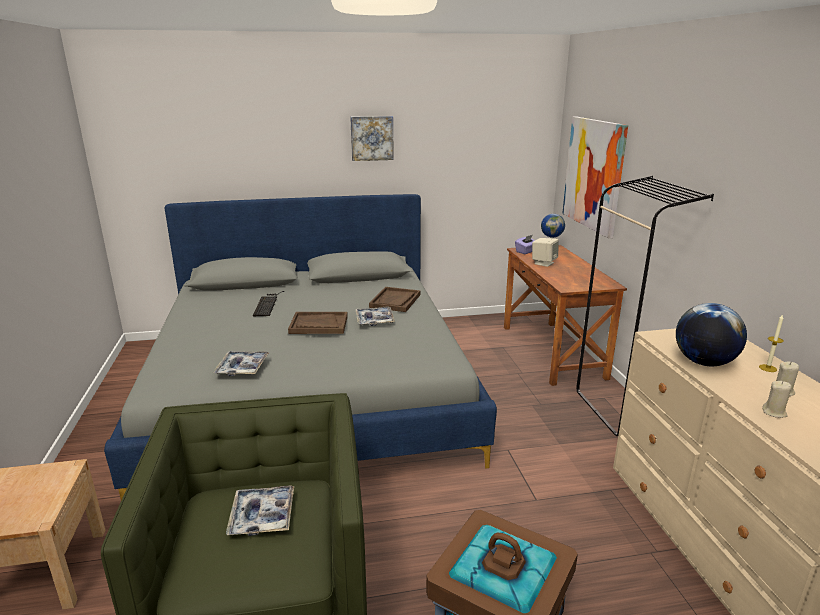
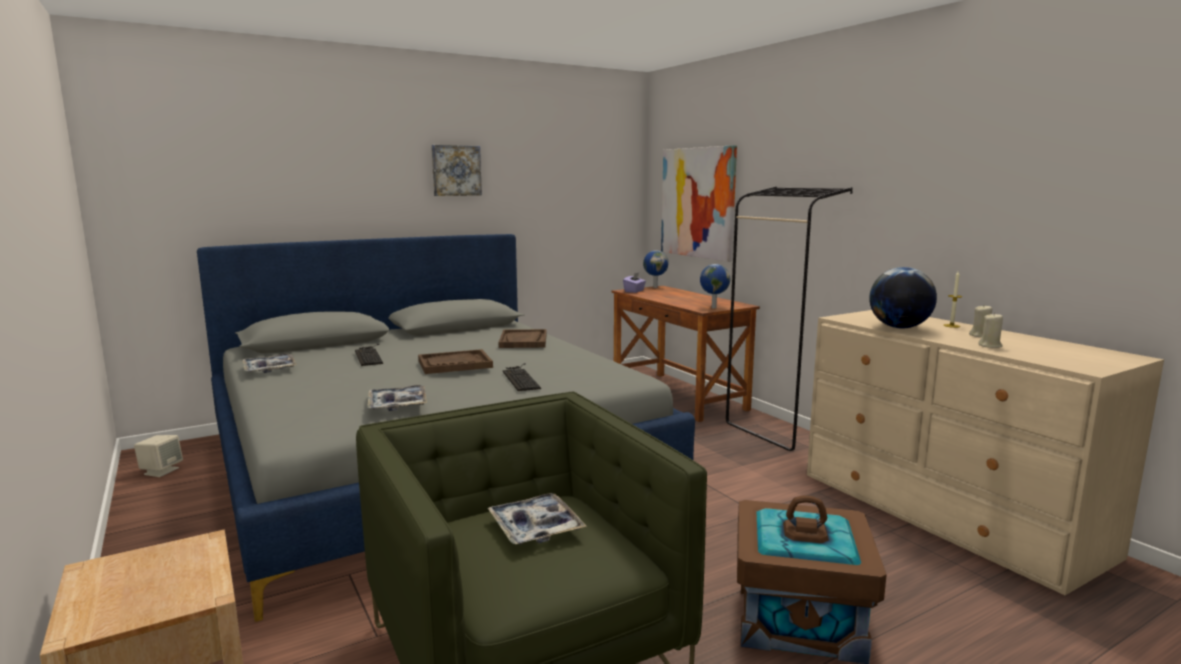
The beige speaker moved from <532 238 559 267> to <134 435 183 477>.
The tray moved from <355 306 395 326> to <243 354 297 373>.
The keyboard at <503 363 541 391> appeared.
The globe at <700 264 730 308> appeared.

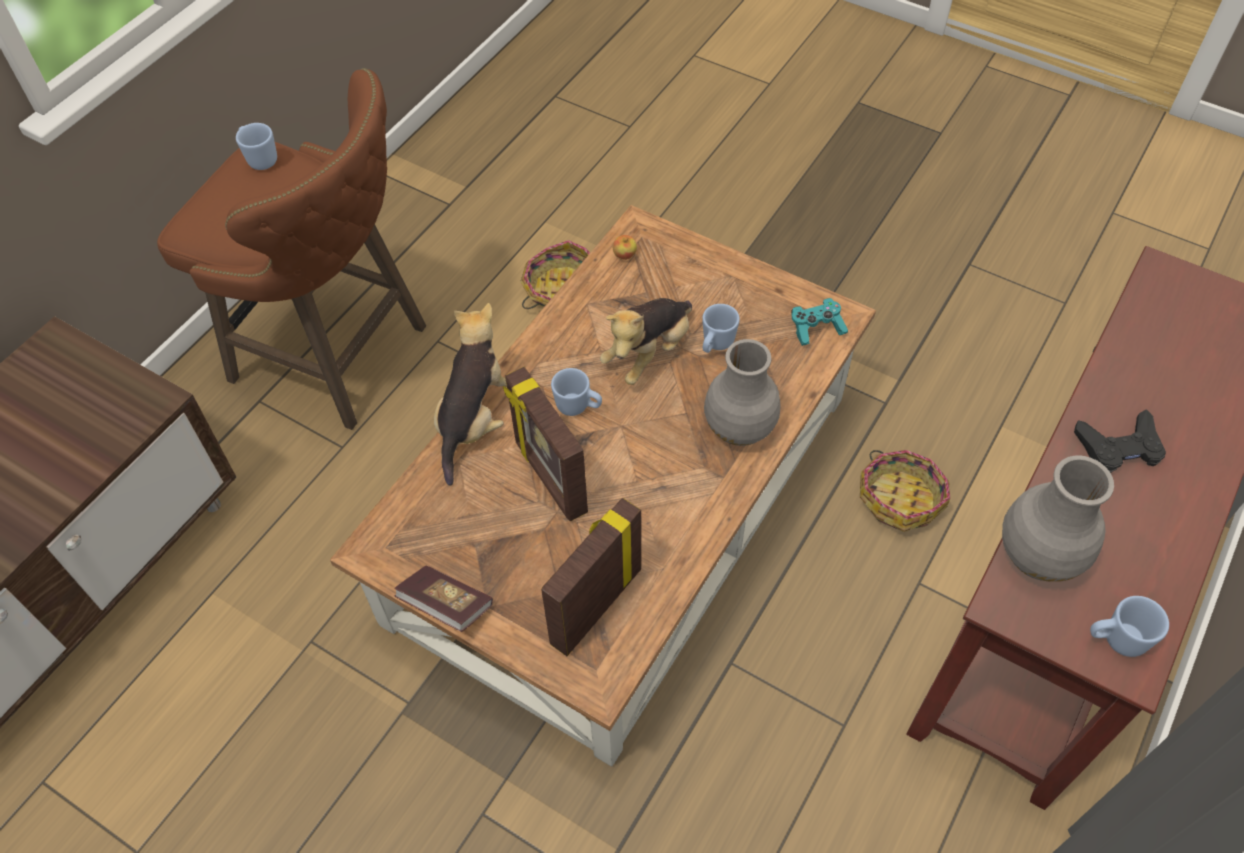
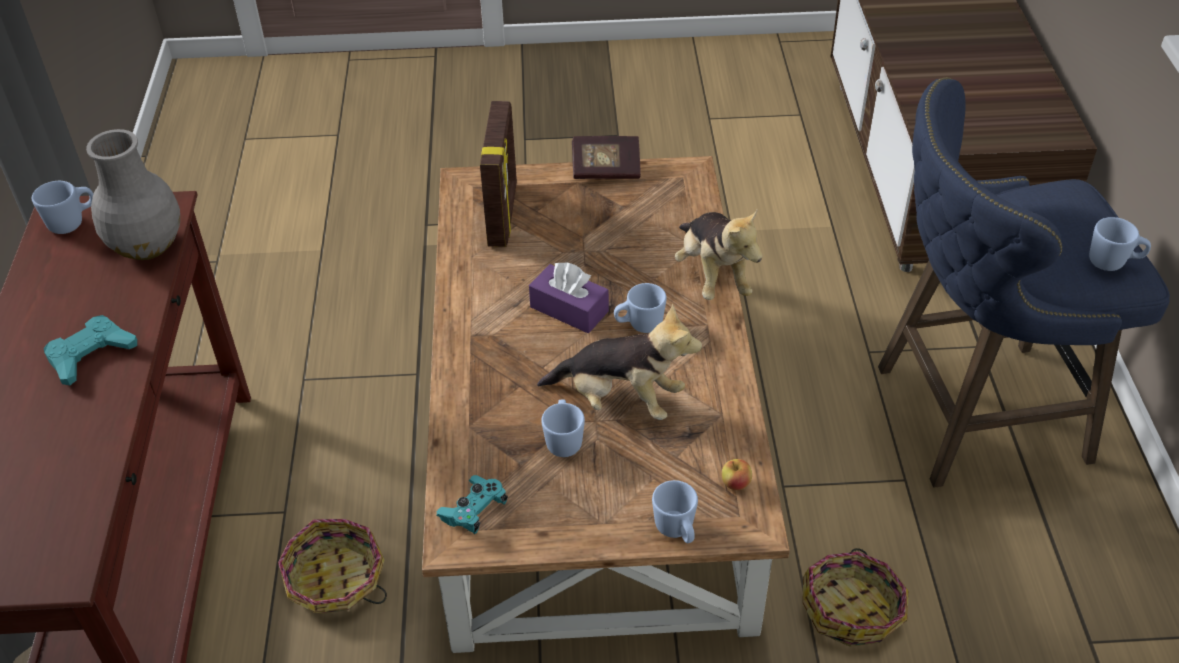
The black game controller at <1074 409 1166 473> became the turquoise game controller at <44 315 137 385>.
The purple tissue box at <529 262 609 333> appeared.
The plush toy at <600 298 692 385> turned 105 degrees clockwise.
The blue mug at <652 480 698 543> appeared.
The brown stool at <157 68 426 430> became the blue stool at <878 77 1170 488>.
The picture frame at <503 367 588 521> disappeared.
The grey vase at <704 339 780 446> disappeared.

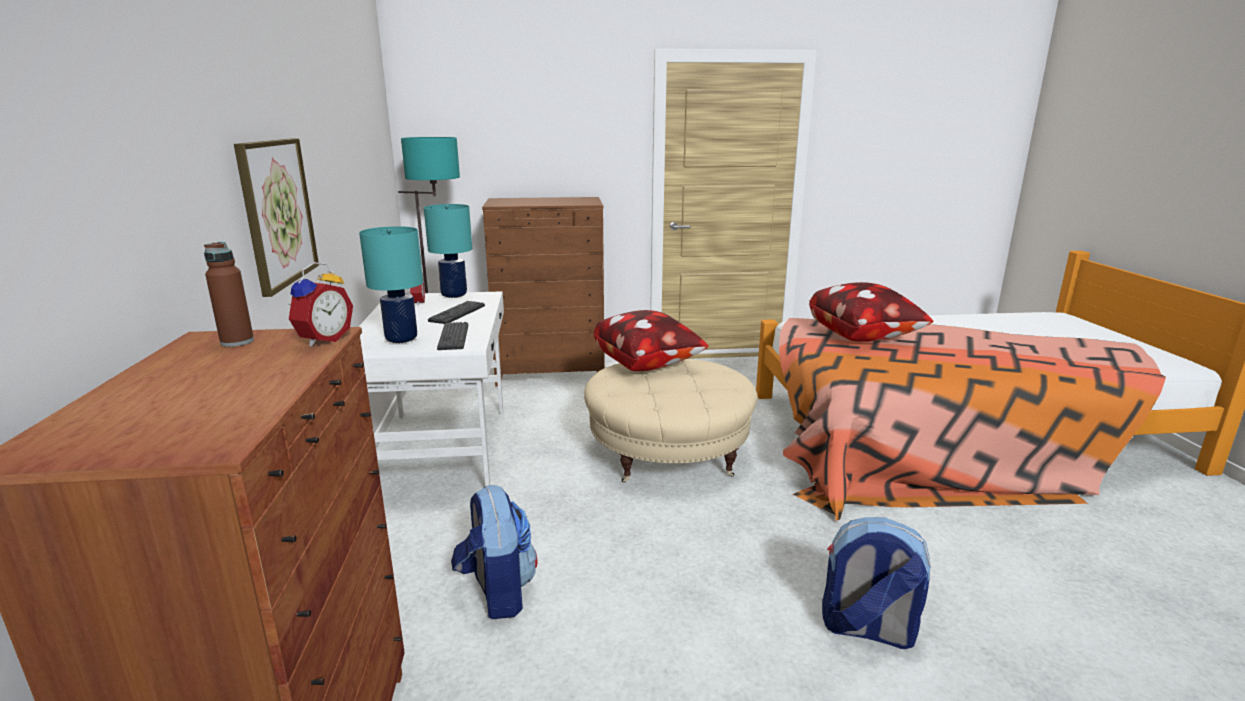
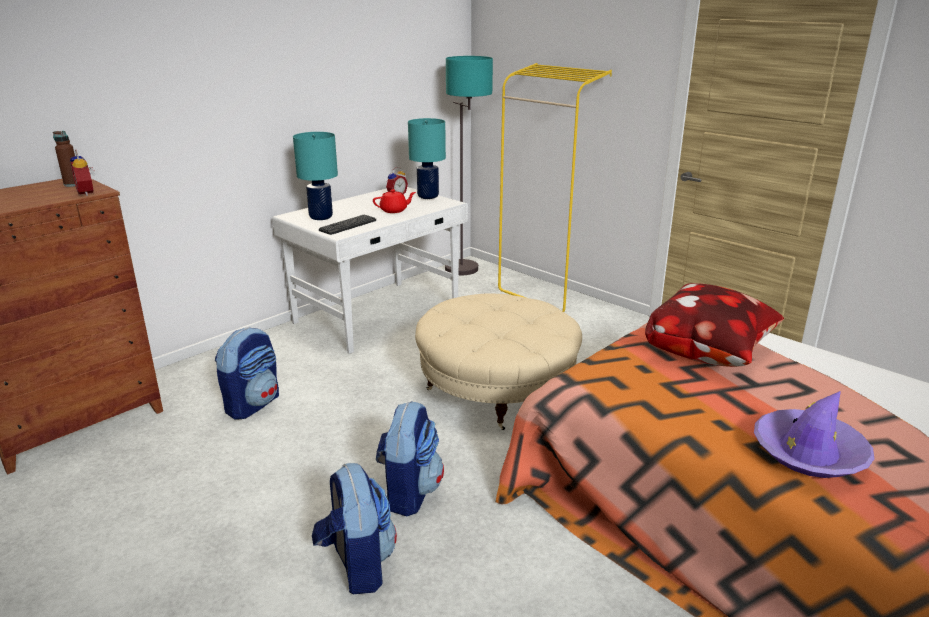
The alarm clock at <289 262 353 347> turned 75 degrees clockwise.
The keyboard at <428 301 485 324> was replaced by the red teapot at <373 189 416 213>.
The backpack at <376 401 444 516> appeared.
The brown dresser at <482 197 605 387> was replaced by the yellow clothes rack at <498 63 612 312>.
The purple hat at <754 391 875 478> appeared.
The picture at <234 138 319 297> disappeared.
The pillow at <594 310 709 371> disappeared.

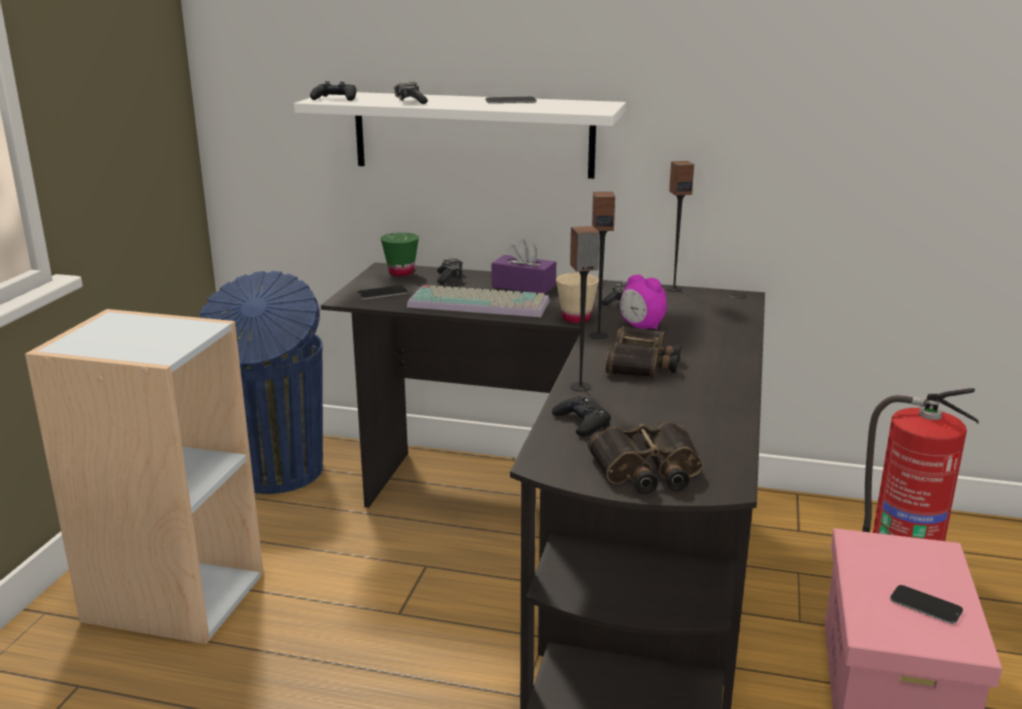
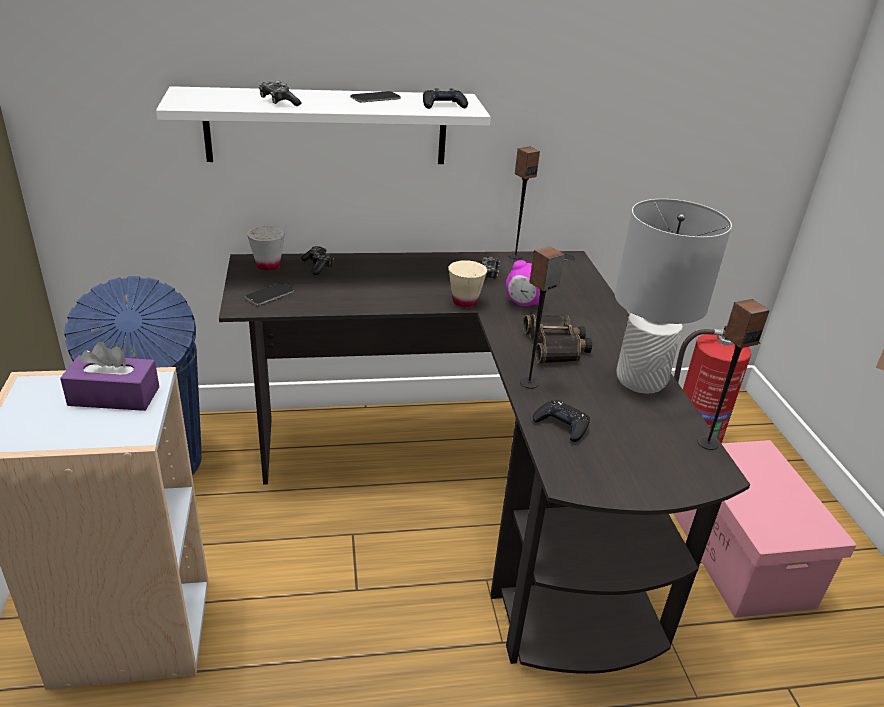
The purple tissue box moved from <492 239 556 294> to <60 342 159 411>.
The green cup at <381 233 419 276> became the white cup at <247 226 285 270>.
The black game controller moved from <310 81 356 101> to <423 88 468 109>.
The grey table lamp at <615 199 732 394> appeared.
The speaker moved from <590 192 615 339> to <697 299 769 450>.
The keyboard at <407 285 549 317> disappeared.
The binoculars at <588 422 703 494> disappeared.
The phone at <890 585 963 624> disappeared.

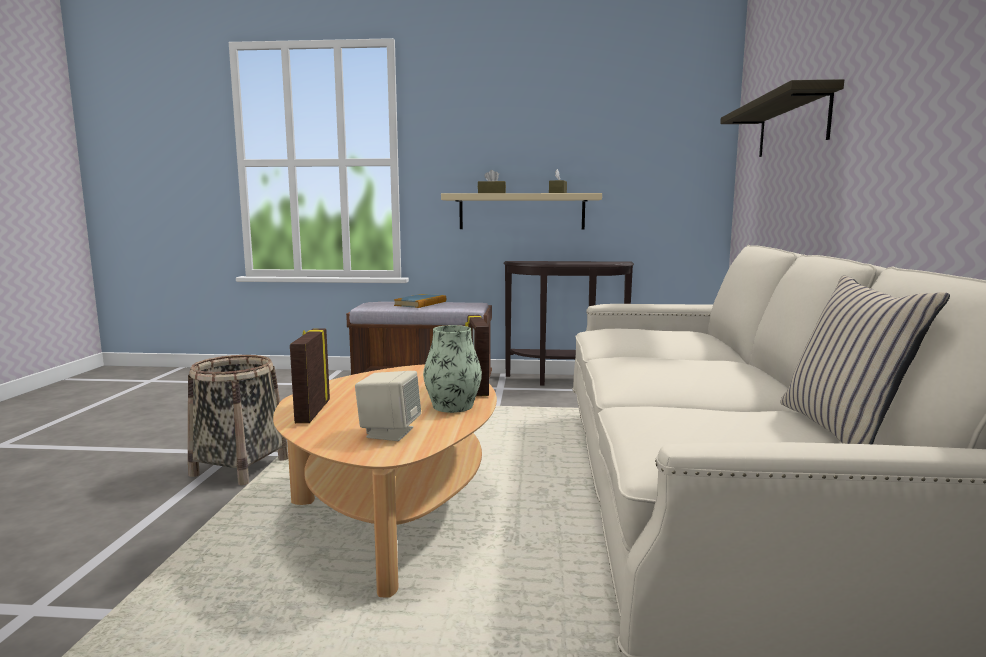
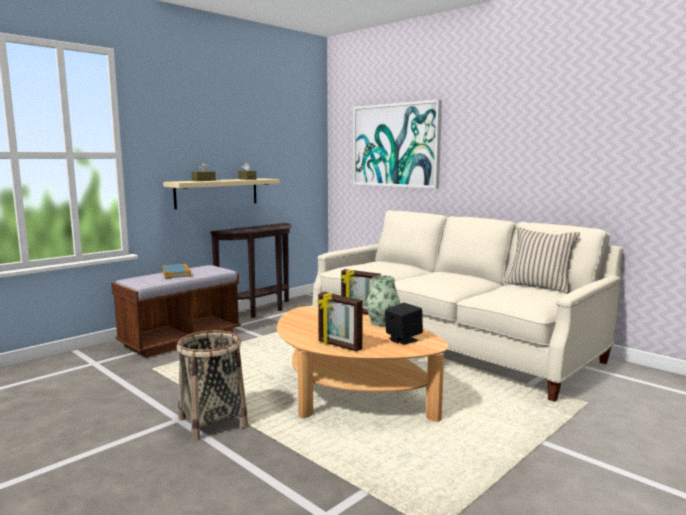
The shelf at <720 79 844 157> was replaced by the picture at <353 99 442 189>.
The beige speaker at <355 371 421 441> became the black speaker at <385 303 423 344>.

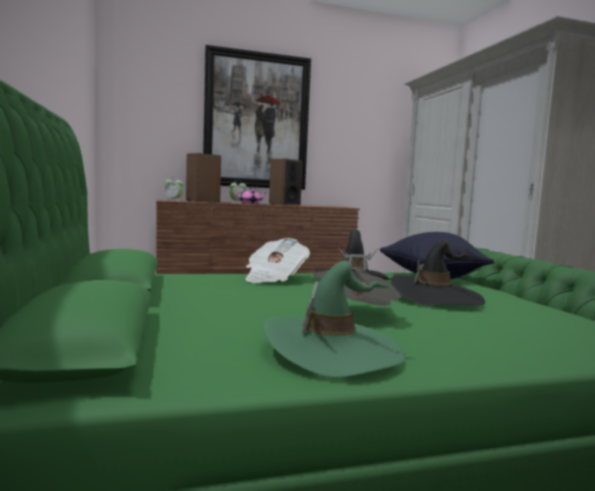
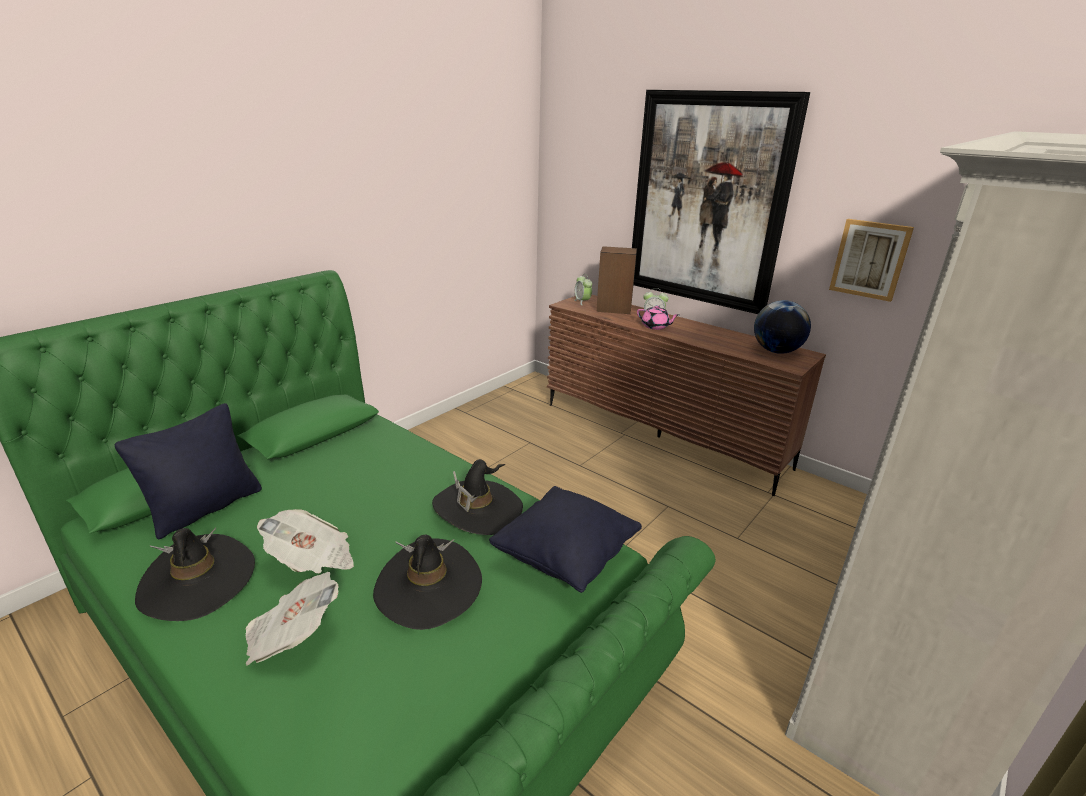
The black pillow at <115 403 262 539> appeared.
The green hat at <263 261 406 377> became the black hat at <135 528 255 621>.
The newspaper moved from <246 238 310 283> to <245 572 339 666>.
The globe at <754 300 811 354> appeared.
The picture at <829 219 914 302> appeared.
The speaker at <269 159 303 205> disappeared.

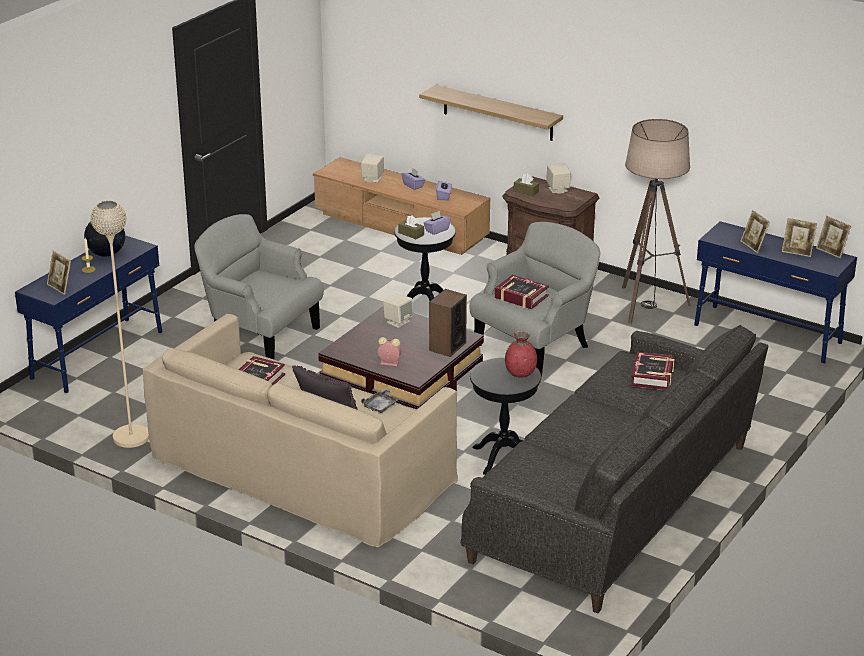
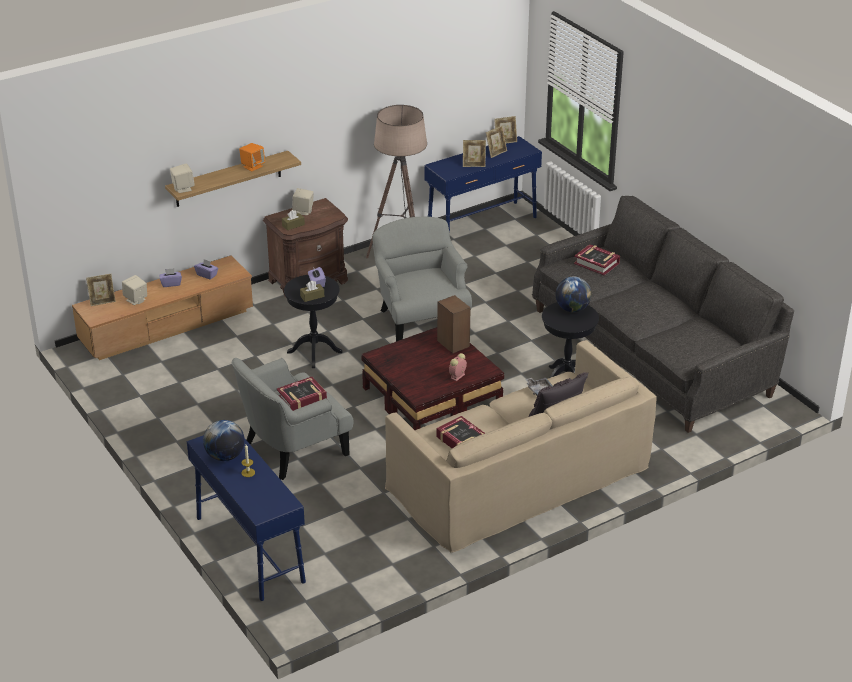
The picture frame moved from <47 251 71 295> to <86 274 116 306>.
The beige speaker moved from <383 294 413 328> to <170 163 195 193>.
The orange speaker at <239 143 265 172> appeared.
The book moved from <495 275 549 309> to <276 377 327 411>.
The red vase at <505 331 537 378> was replaced by the globe at <556 276 591 312>.
The beige floor lamp at <91 201 149 448> disappeared.

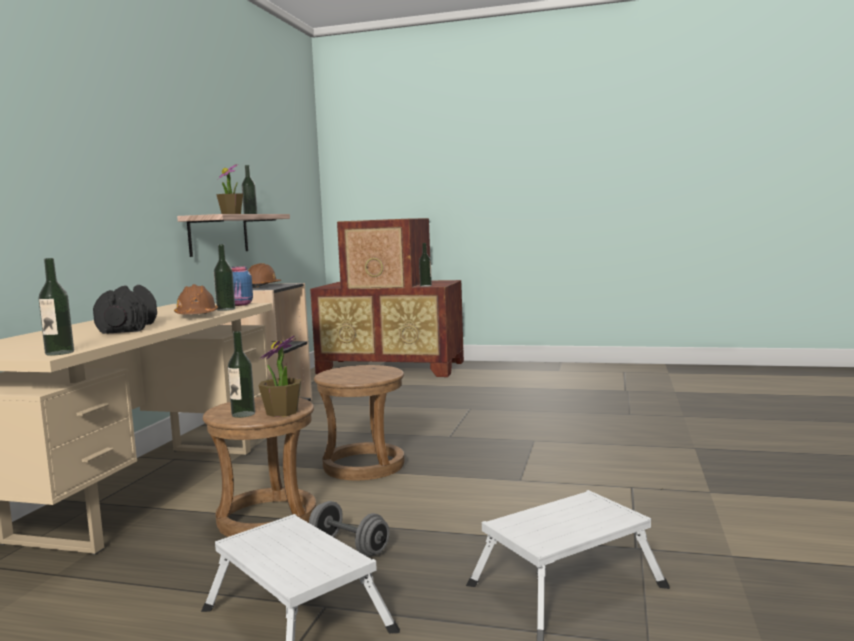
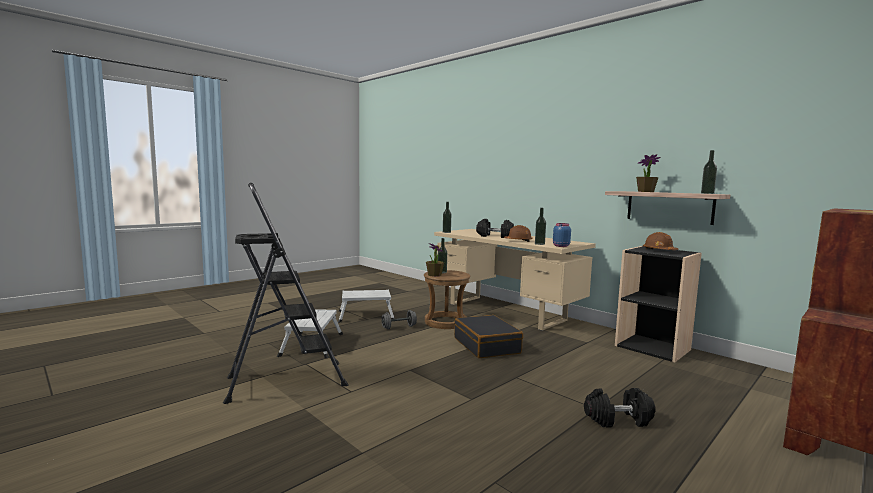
The step ladder at <223 183 349 404> appeared.
The brown stool at <314 365 404 480> was replaced by the black suitcase at <454 315 523 358>.
The black dumbbell at <584 388 656 427> appeared.
The bottle at <419 243 432 287> disappeared.

